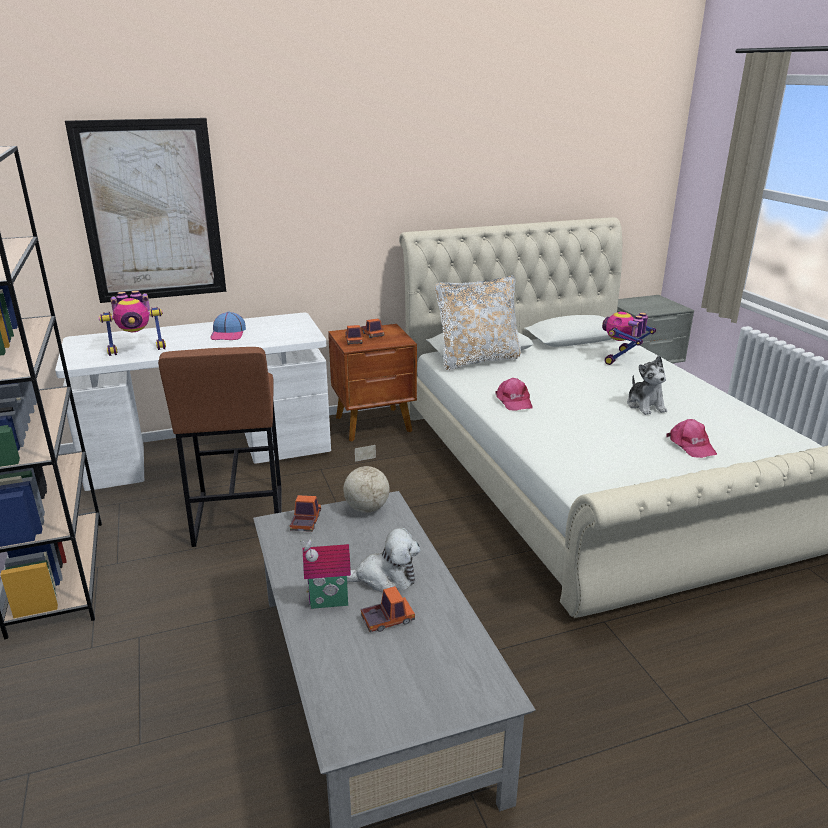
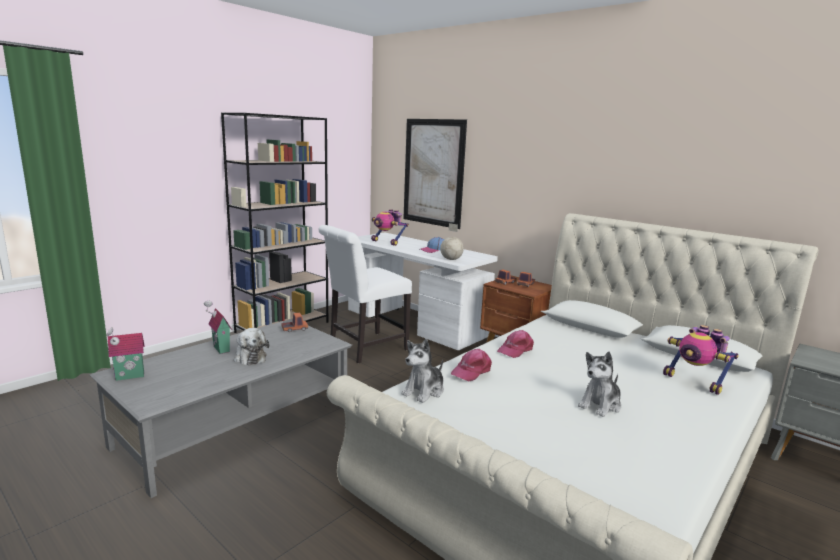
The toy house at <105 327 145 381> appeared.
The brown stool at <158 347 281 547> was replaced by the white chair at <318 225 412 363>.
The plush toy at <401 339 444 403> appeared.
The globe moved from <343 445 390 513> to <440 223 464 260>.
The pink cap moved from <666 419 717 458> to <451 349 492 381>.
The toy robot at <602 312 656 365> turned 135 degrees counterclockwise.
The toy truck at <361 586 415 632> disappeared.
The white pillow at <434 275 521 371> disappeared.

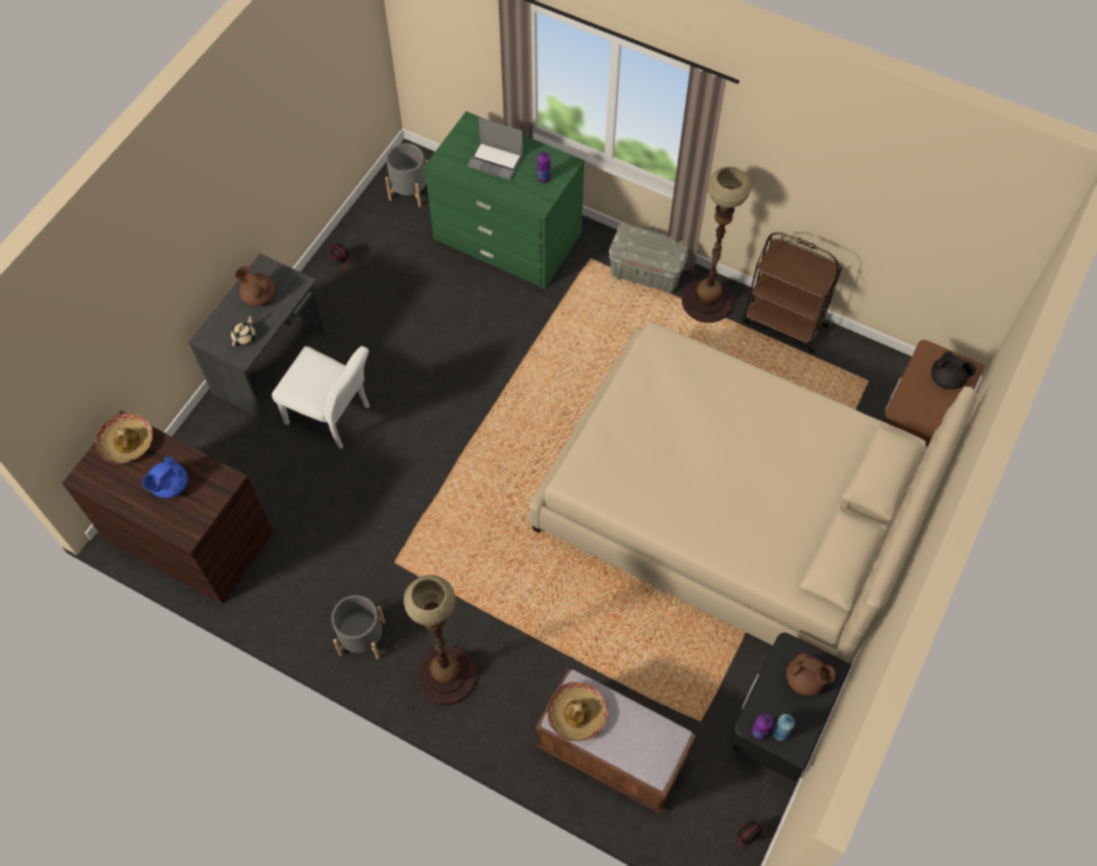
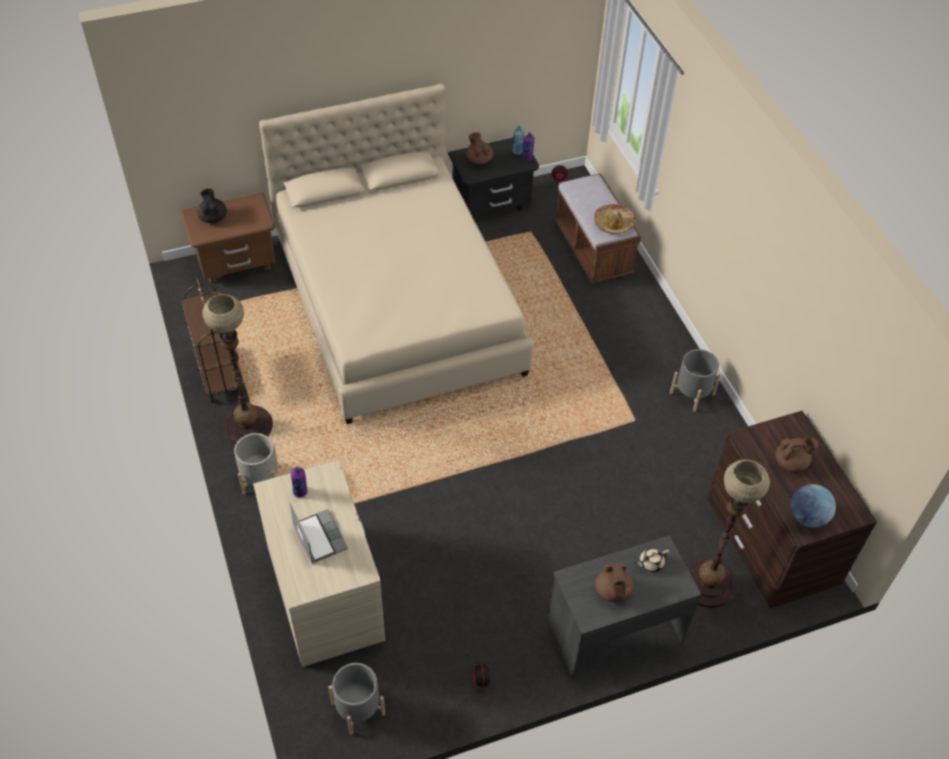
The grey storage box at <609 223 689 292> was replaced by the grey planter at <234 433 278 495>.
The green dresser at <424 111 584 289> became the beige dresser at <253 460 385 667>.
The floor lamp moved from <404 575 477 705> to <687 459 770 608>.
The blue teapot at <142 457 188 498> became the brown teapot at <776 436 819 472>.
The hat at <95 413 153 463> was replaced by the globe at <791 484 836 528>.
The white chair at <272 346 370 449> disappeared.

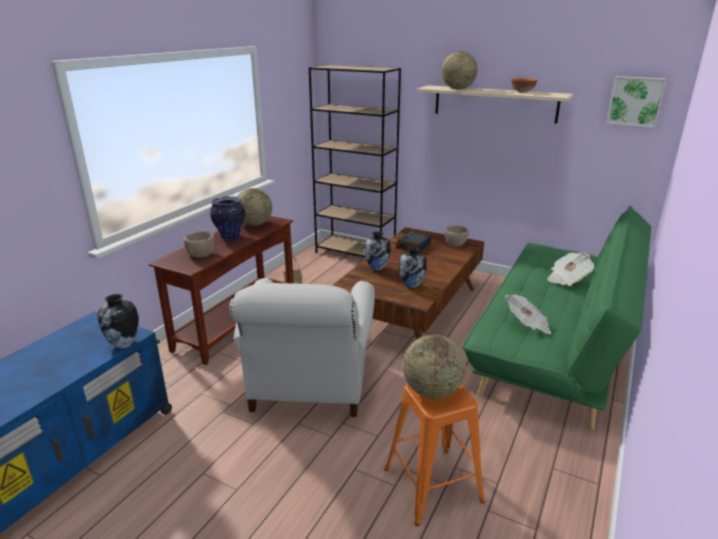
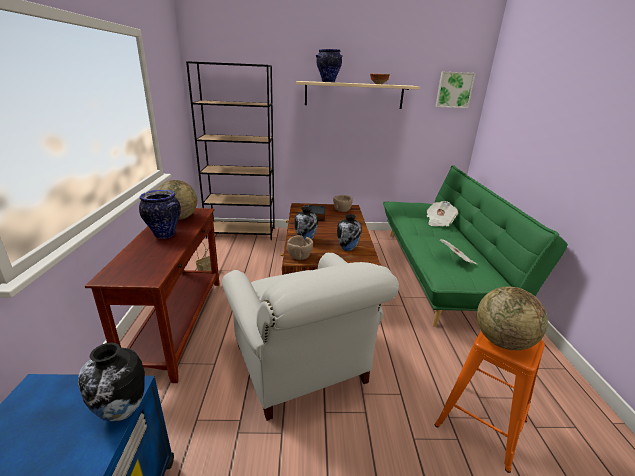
The brown bowl moved from <183 231 215 258> to <287 235 313 260>.
The globe at <441 51 478 89> was replaced by the vase at <316 49 343 82>.

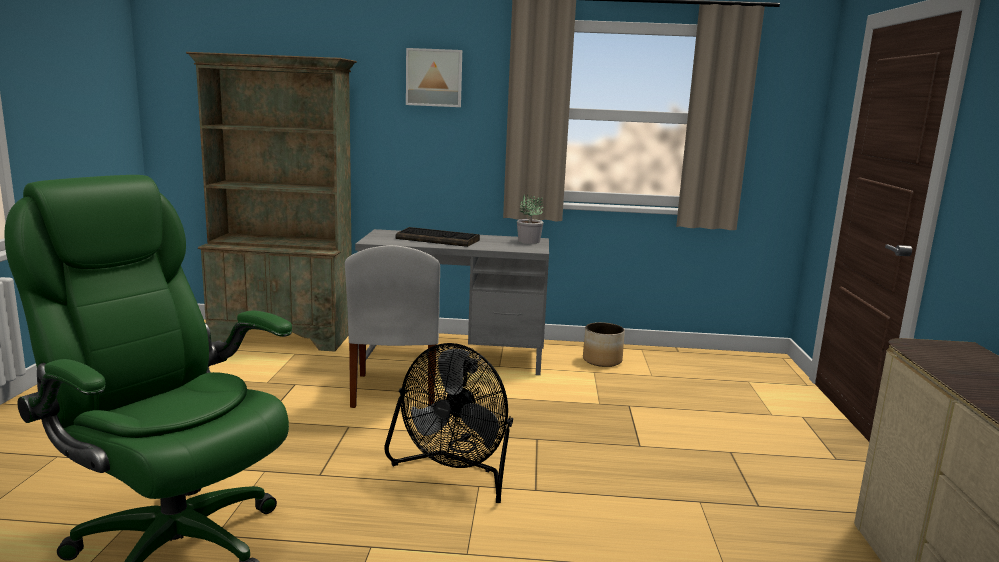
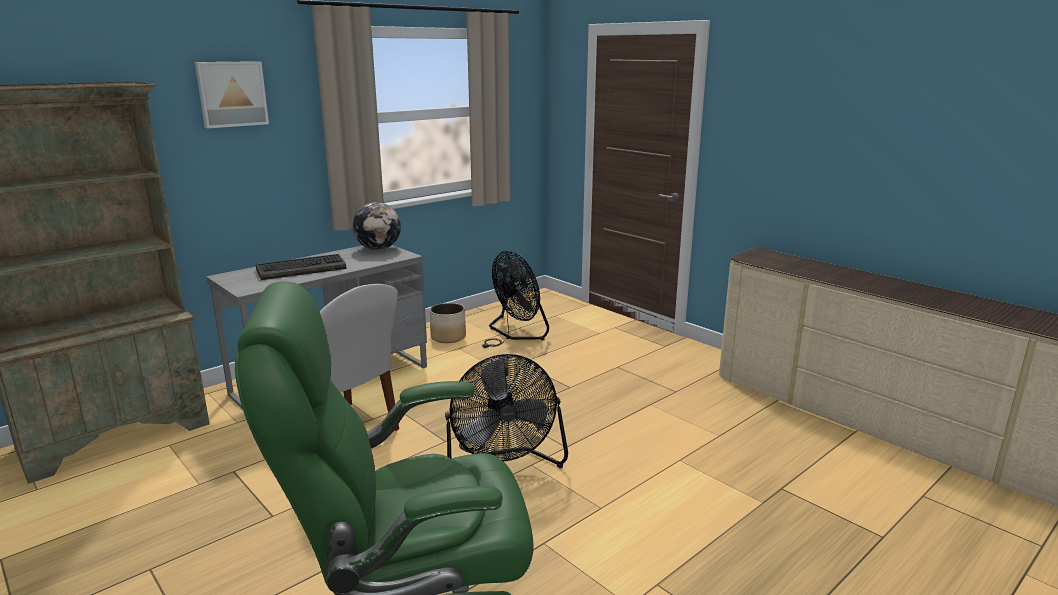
The potted plant at <517 194 544 244> was replaced by the globe at <352 202 401 250>.
The black fan at <483 251 549 348> appeared.

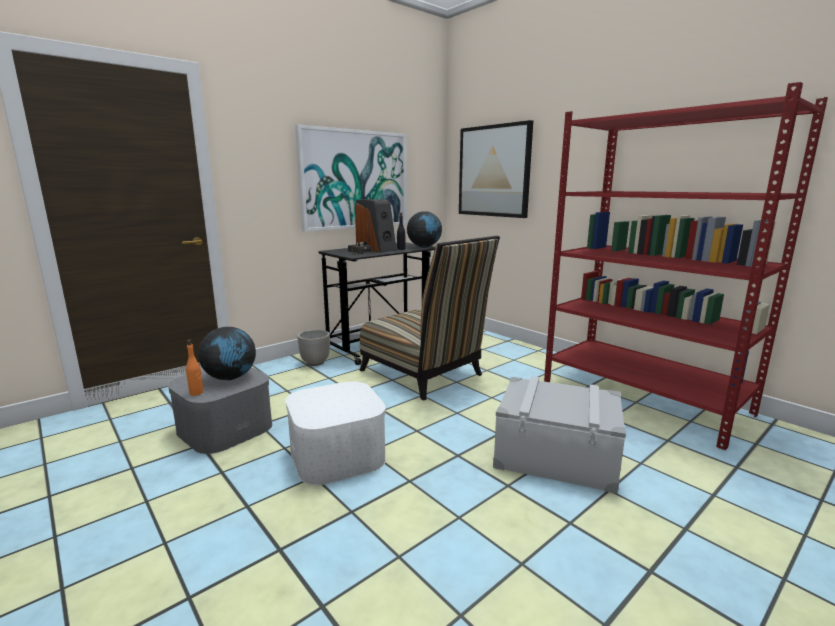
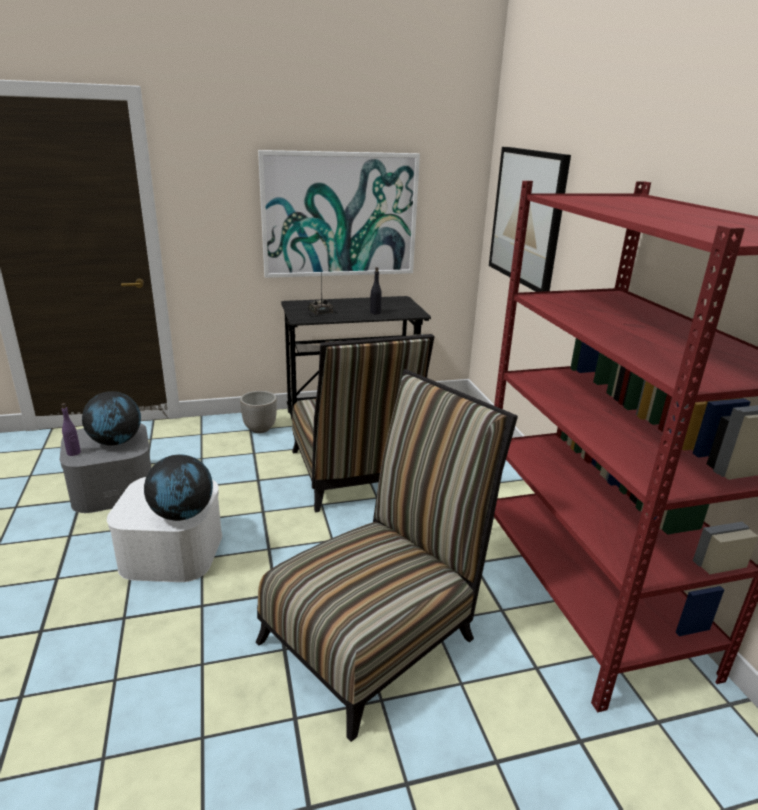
The orange bottle at <186 340 204 396> became the purple bottle at <61 403 81 456>.
The globe moved from <407 211 442 248> to <144 454 213 521>.
The grey storage box at <493 376 626 494> was replaced by the chair at <256 369 518 742>.
The speaker at <355 199 397 252> disappeared.

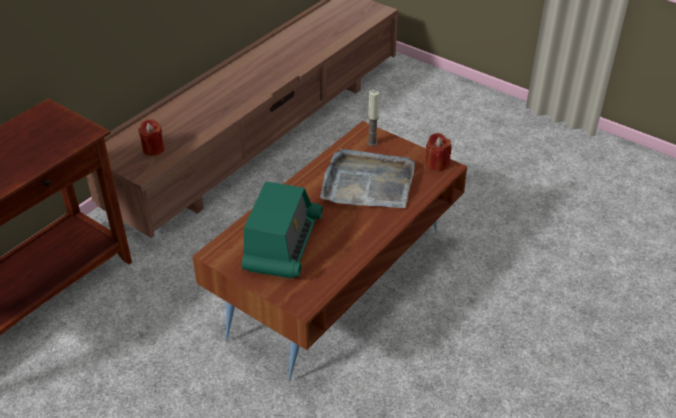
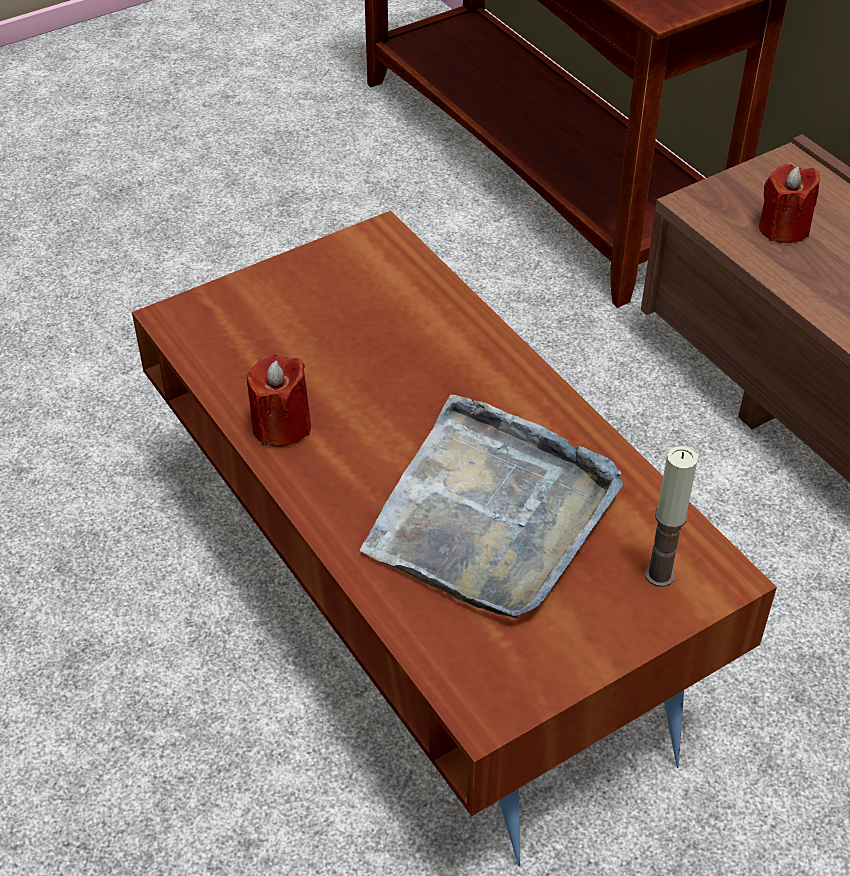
The red candle moved from <426 133 452 171> to <247 354 311 447>.
The radio at <242 181 323 279> disappeared.

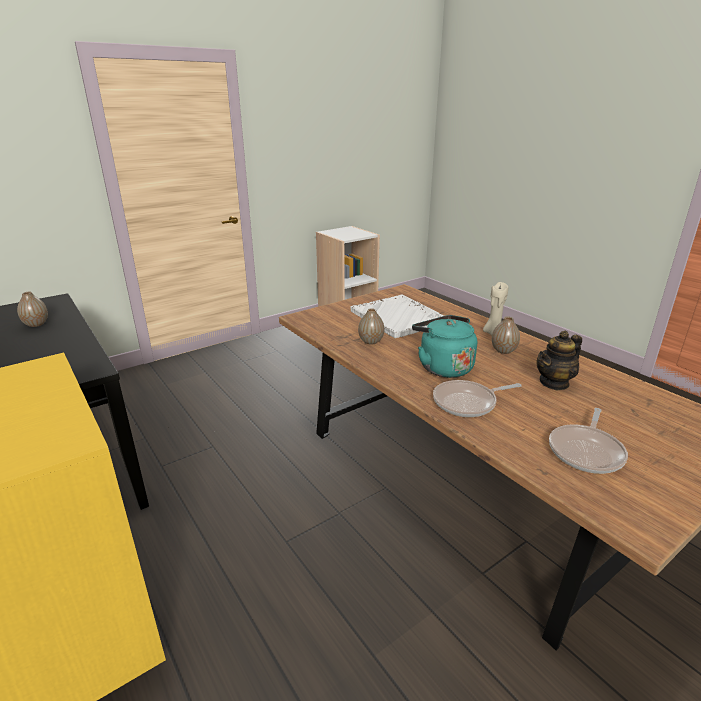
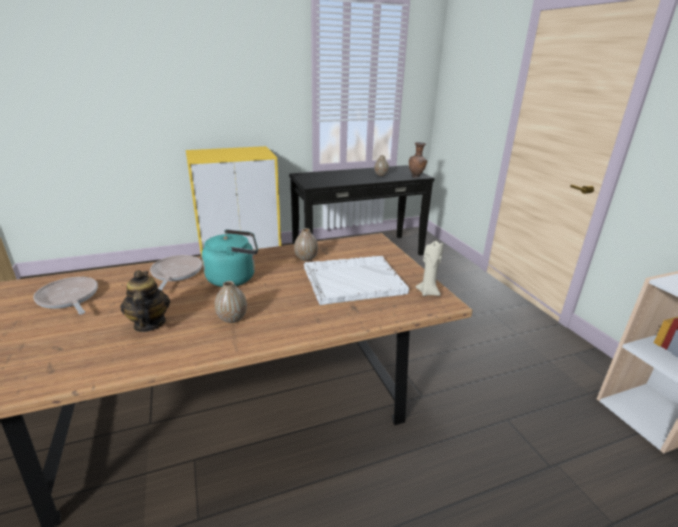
The brown vase at <409 142 427 178> appeared.
The beige candle moved from <483 282 508 335> to <415 241 443 296>.

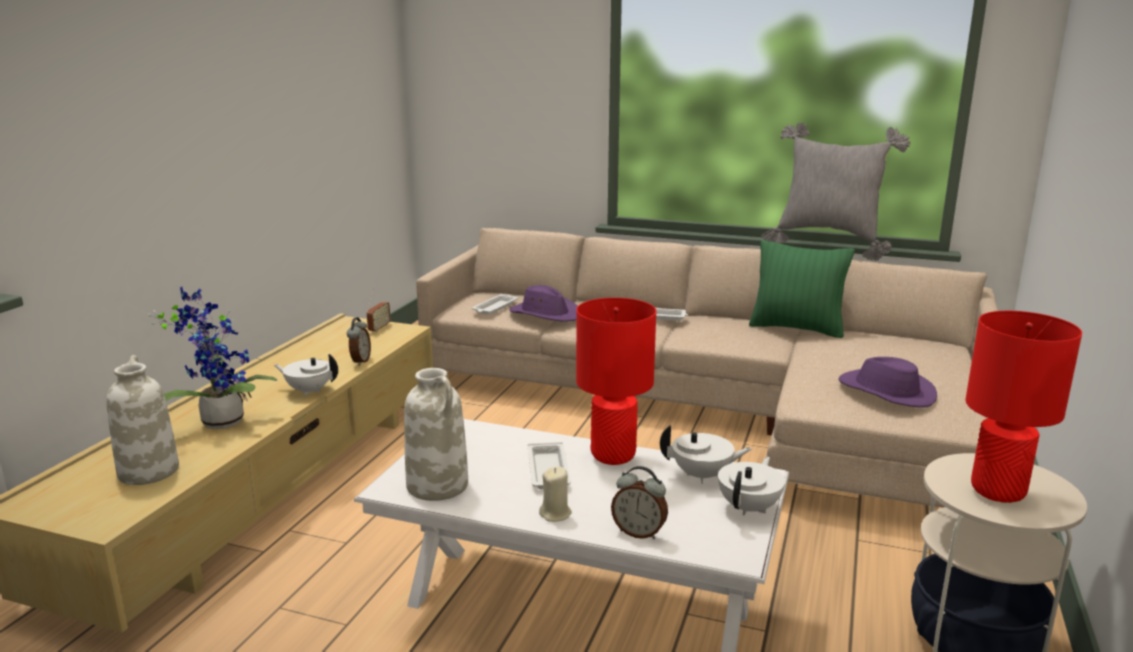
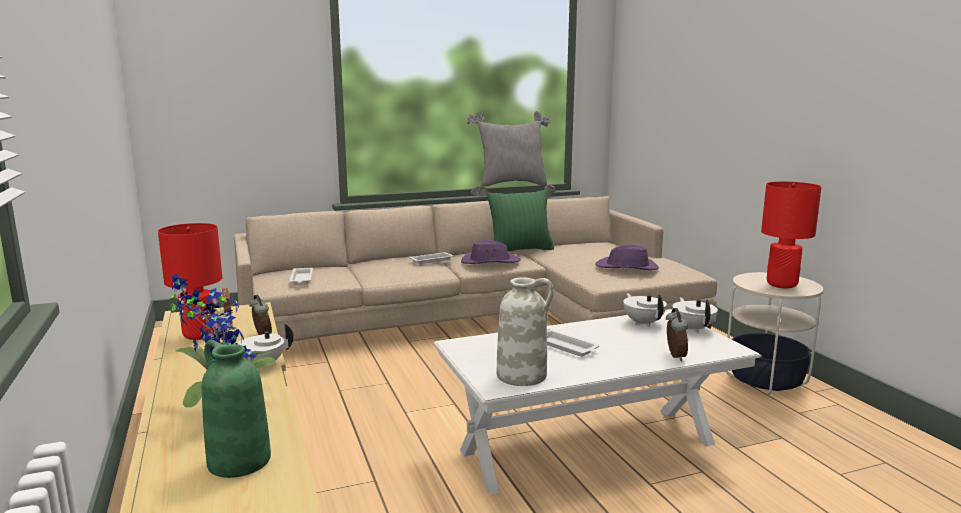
The red table lamp moved from <576 298 656 465> to <158 223 222 340>.
The white vase at <106 355 179 485> became the green vase at <202 340 271 478>.
The purple hat moved from <509 285 578 322> to <461 240 521 264>.
The white teapot at <660 425 752 484> turned 75 degrees counterclockwise.
The alarm clock at <611 466 668 539> turned 75 degrees counterclockwise.
The beige candle at <539 466 572 522> disappeared.

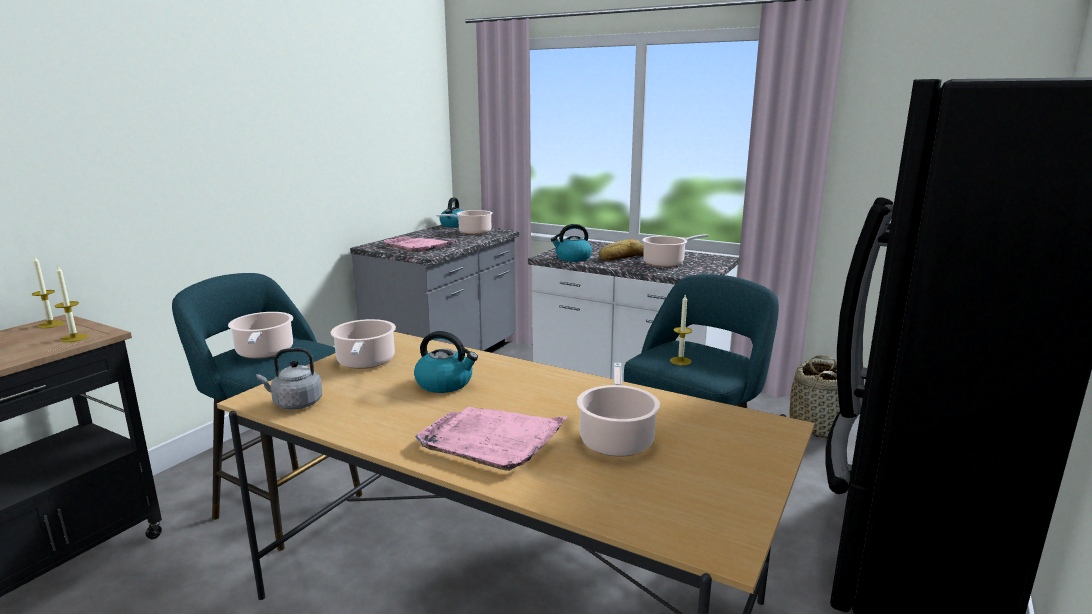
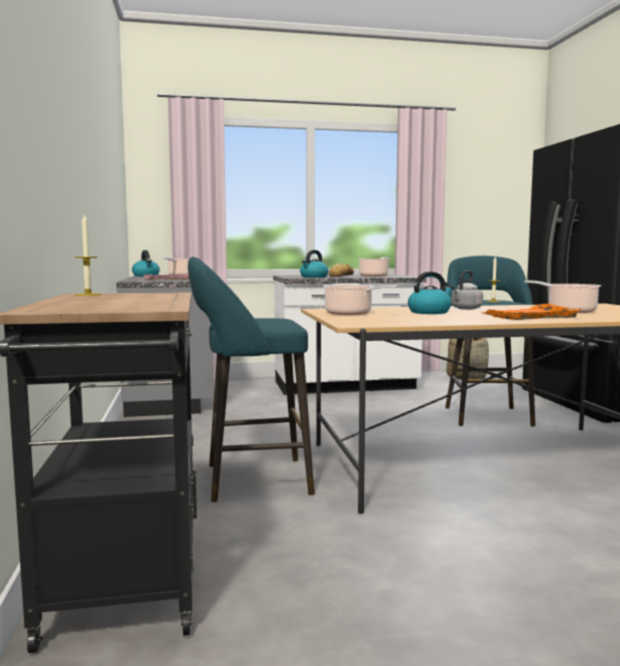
The grey kettle moved from <257 348 322 410> to <451 270 483 310>.
The pink tray at <415 407 569 471> became the orange tray at <480 304 581 320>.
The candle at <55 266 88 342> disappeared.
The cooking pot at <228 312 293 359> disappeared.

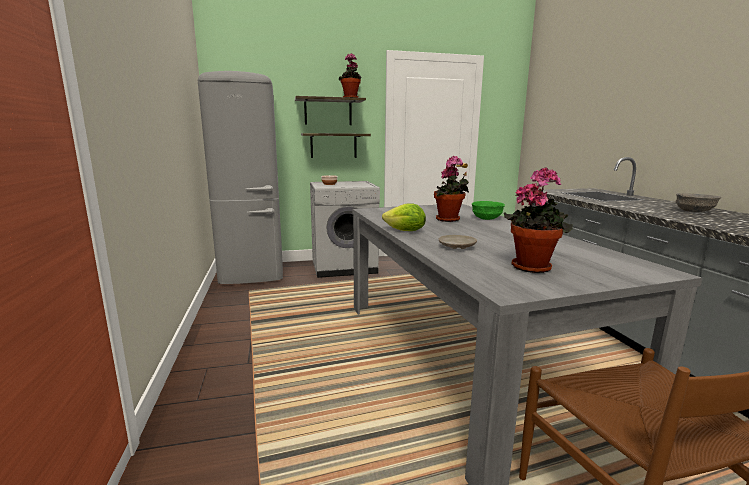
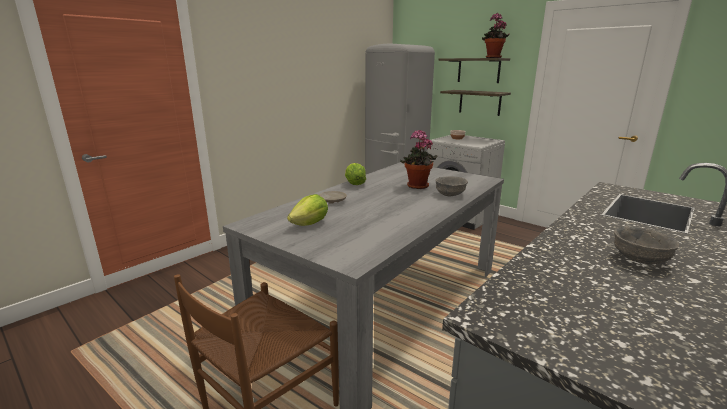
The potted plant at <504 167 573 273> was replaced by the lettuce at <287 194 328 226>.
The green bowl at <472 201 505 220> became the grey bowl at <435 176 468 196>.

